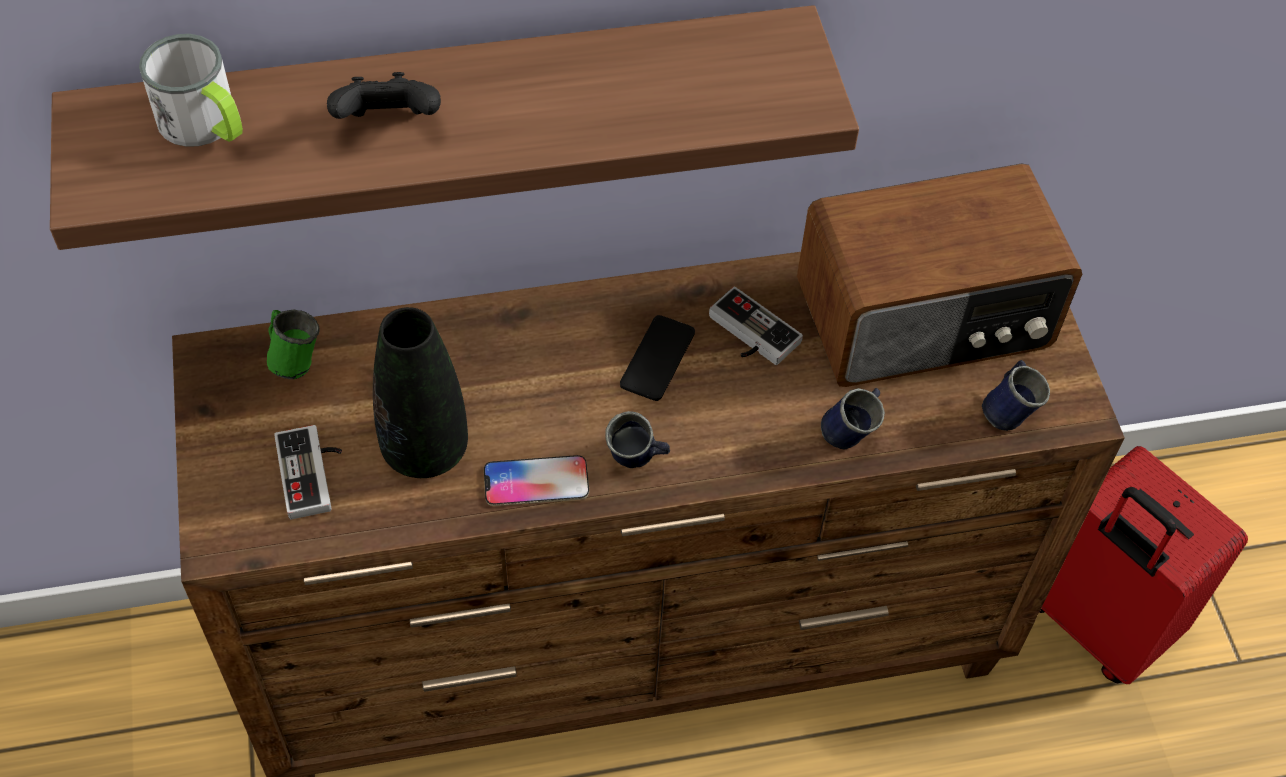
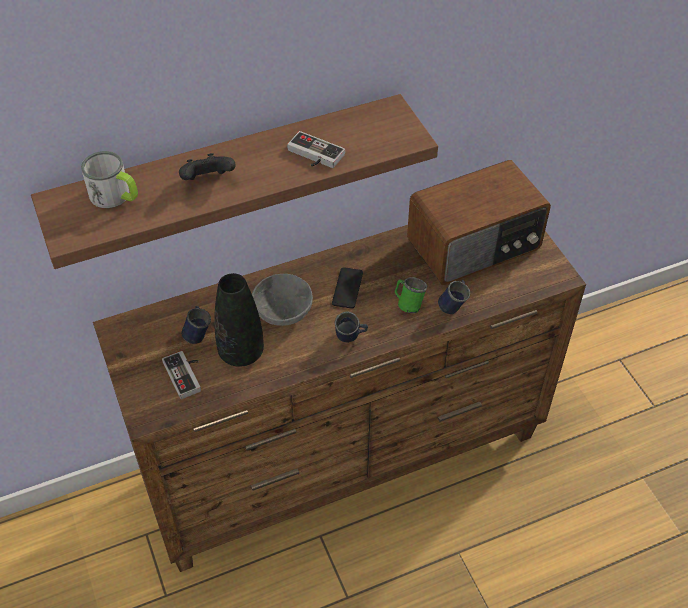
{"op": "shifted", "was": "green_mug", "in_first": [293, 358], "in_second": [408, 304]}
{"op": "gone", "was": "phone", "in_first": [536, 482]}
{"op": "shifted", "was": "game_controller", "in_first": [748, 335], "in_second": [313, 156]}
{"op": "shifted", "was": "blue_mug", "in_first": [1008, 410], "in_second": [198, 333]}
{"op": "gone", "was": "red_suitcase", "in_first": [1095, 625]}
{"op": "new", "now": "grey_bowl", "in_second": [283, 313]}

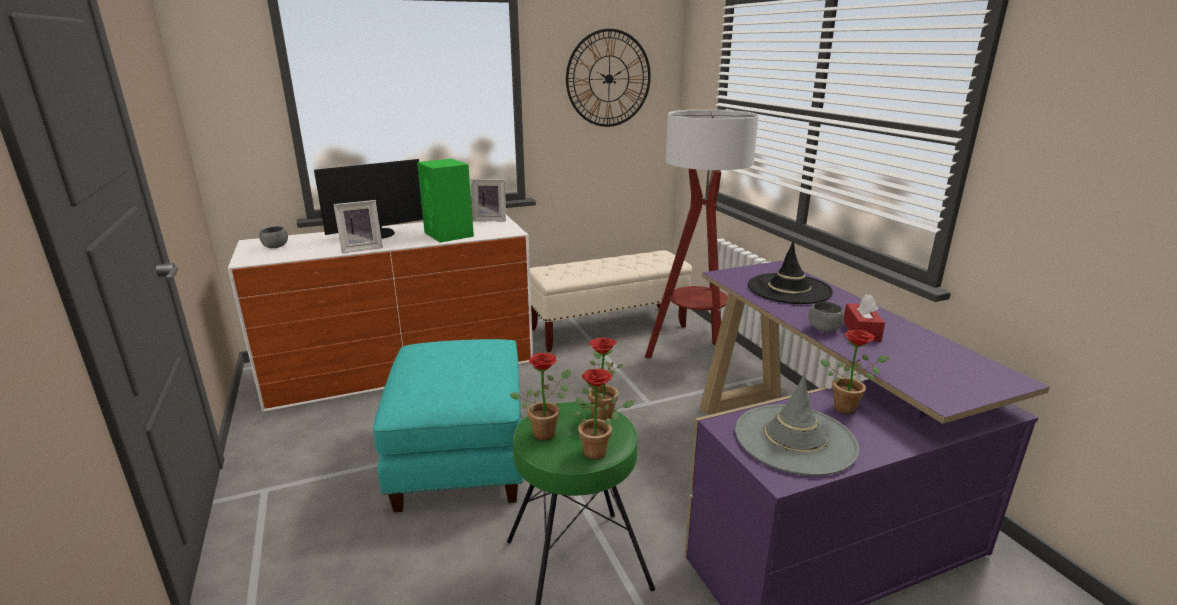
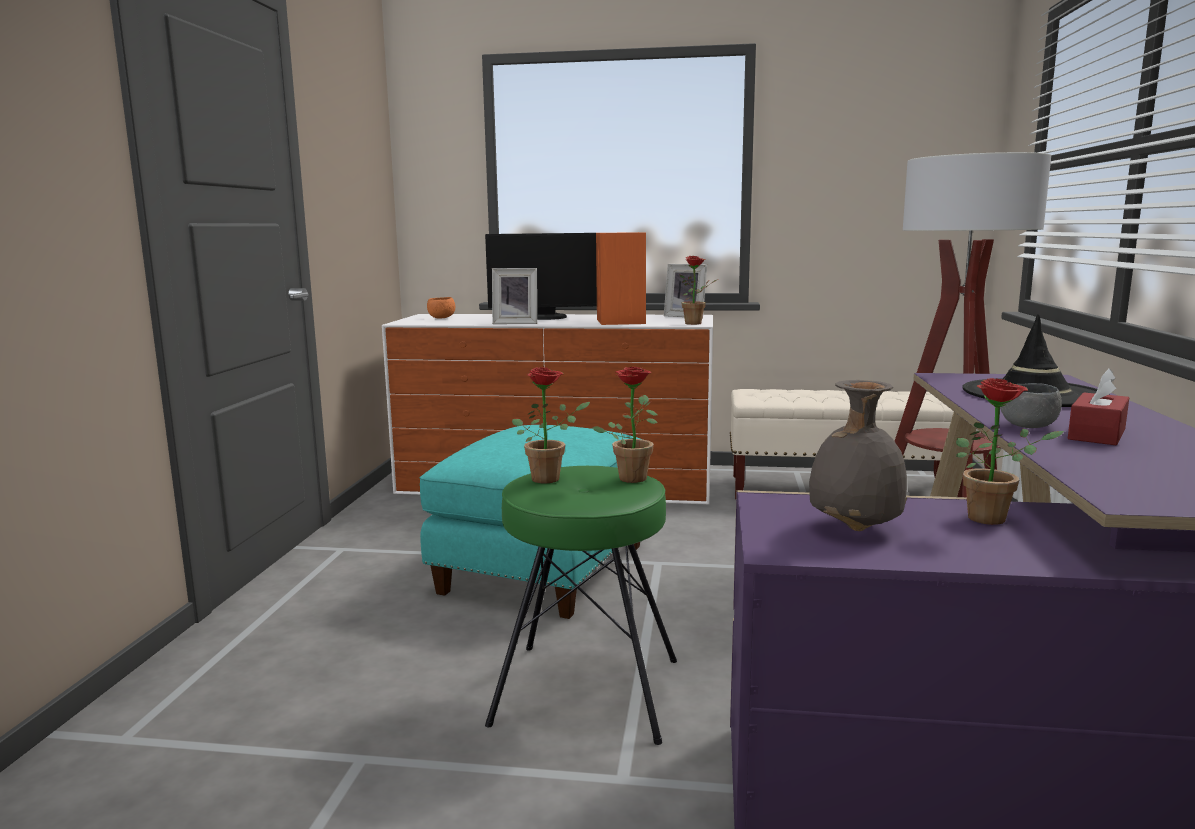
{"op": "repainted", "was": "grey_bowl", "now": "orange_bowl", "in_first": [275, 247], "in_second": [441, 318]}
{"op": "repainted", "was": "green_speaker", "now": "orange_speaker", "in_first": [449, 235], "in_second": [620, 321]}
{"op": "gone", "was": "wall_clock", "in_first": [609, 79]}
{"op": "shifted", "was": "potted_plant", "in_first": [600, 452], "in_second": [697, 323]}
{"op": "swapped", "was": "grey_hat", "now": "grey_vase", "in_first": [795, 439], "in_second": [853, 527]}

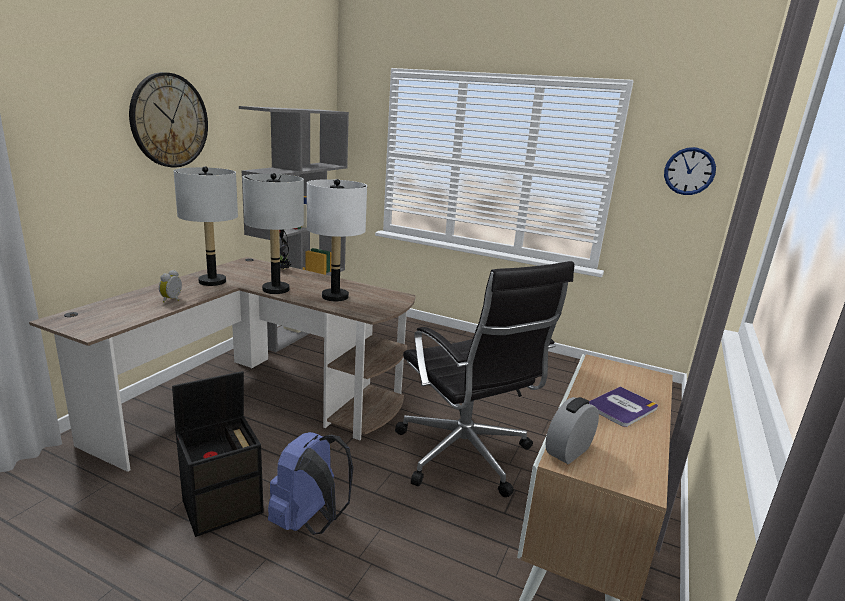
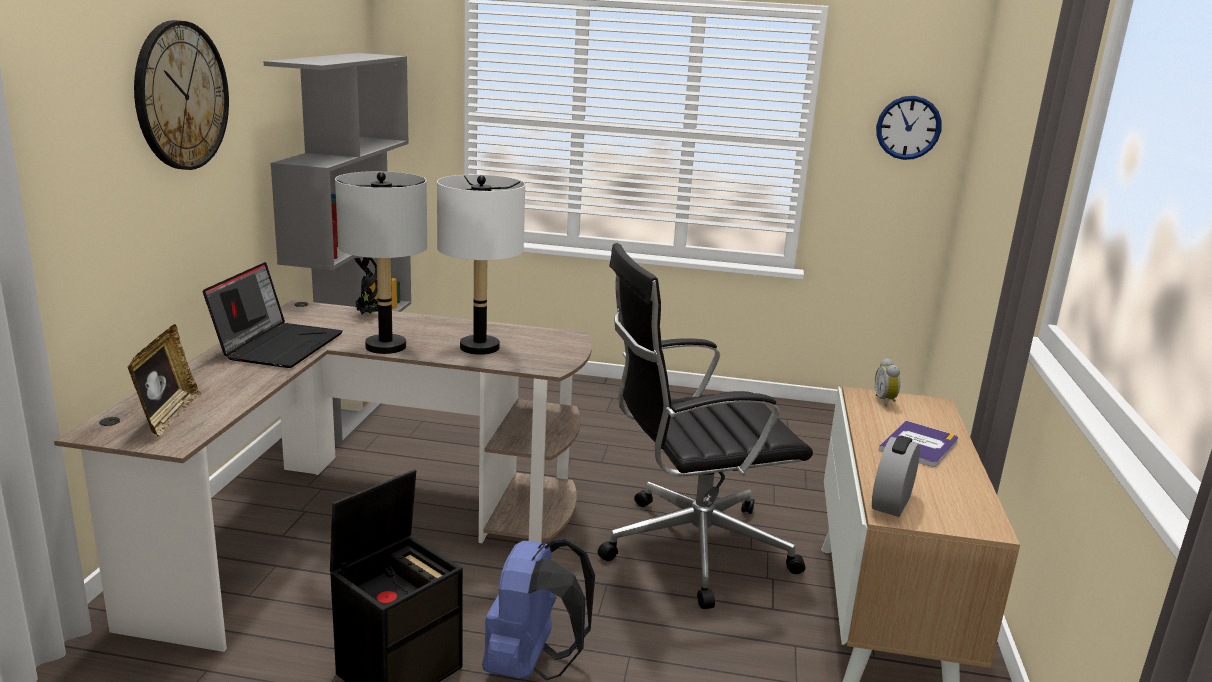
{"op": "shifted", "was": "alarm_clock", "in_first": [173, 300], "in_second": [886, 401]}
{"op": "swapped", "was": "grey_table_lamp", "now": "laptop", "in_first": [212, 281], "in_second": [278, 345]}
{"op": "rotated", "was": "black_office_chair", "in_first": [465, 456], "in_second": [690, 548], "clockwise": 120}
{"op": "new", "now": "picture_frame", "in_second": [168, 416]}

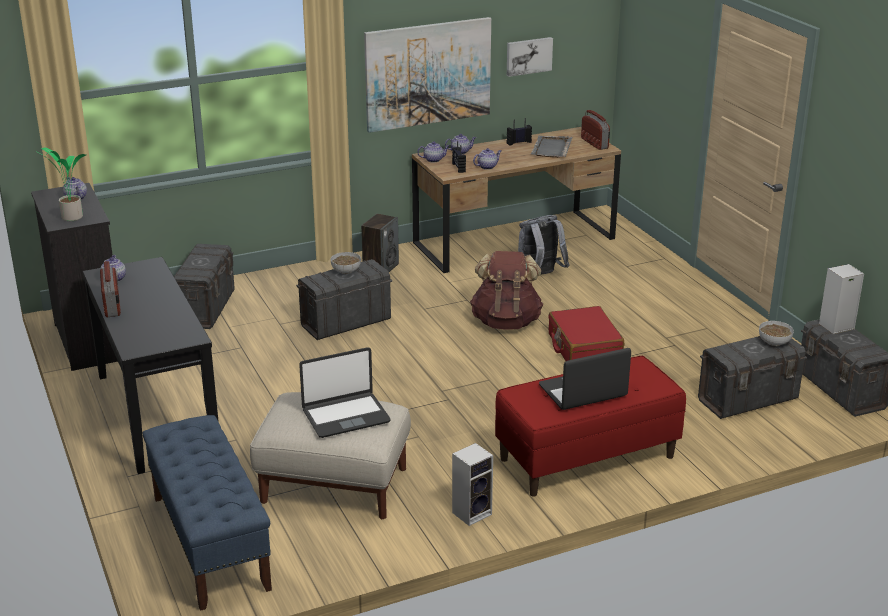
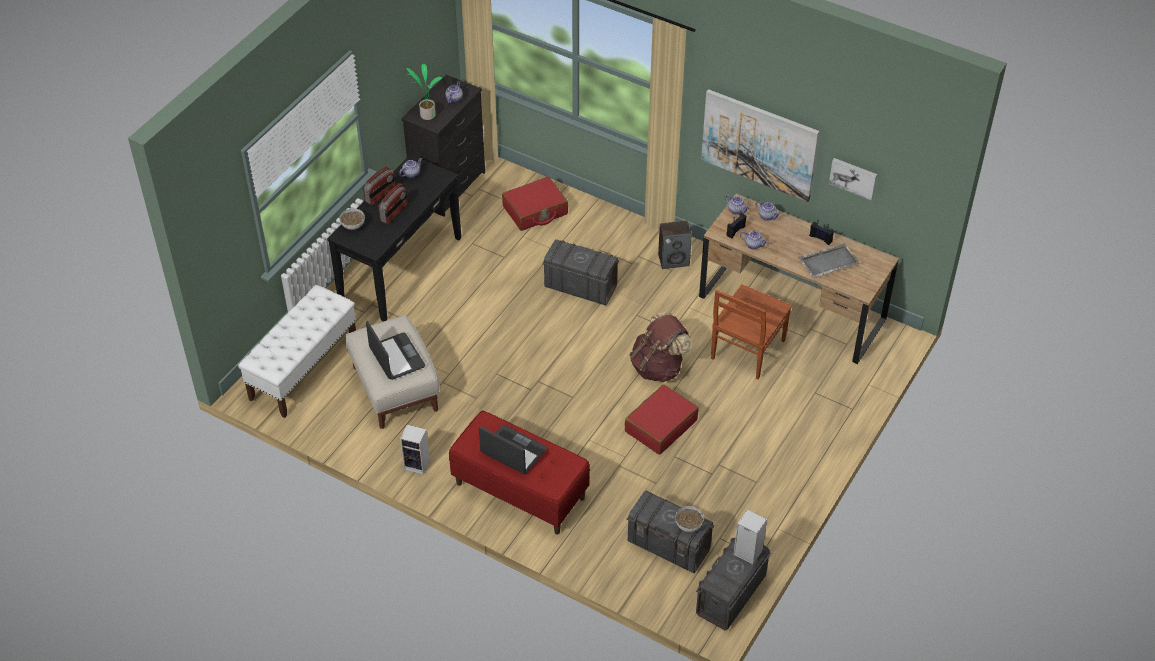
{"op": "repainted", "was": "blue_bench", "now": "white_bench", "in_first": [210, 542], "in_second": [304, 368]}
{"op": "swapped", "was": "grey_storage_box", "now": "red_suitcase", "in_first": [206, 308], "in_second": [535, 211]}
{"op": "rotated", "was": "laptop", "in_first": [345, 416], "in_second": [396, 357], "clockwise": -150}
{"op": "shifted", "was": "bowl", "in_first": [346, 271], "in_second": [353, 225]}
{"op": "swapped", "was": "grey_backpack", "now": "brown_chair", "in_first": [539, 276], "in_second": [747, 350]}
{"op": "shifted", "was": "radio", "in_first": [594, 143], "in_second": [394, 213]}

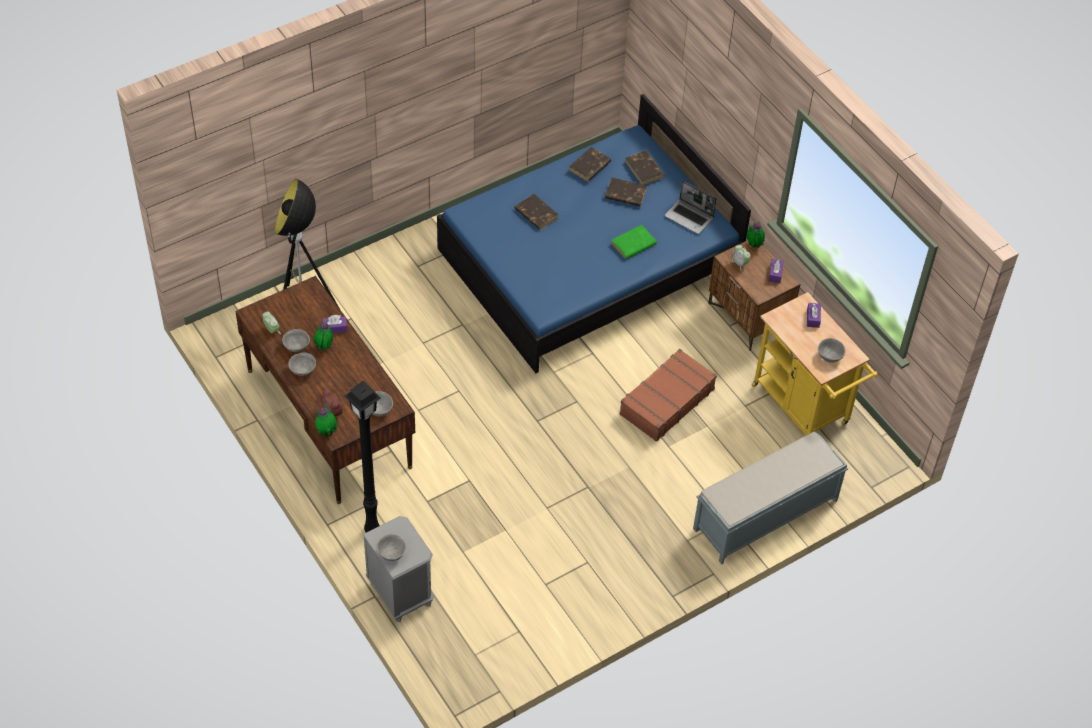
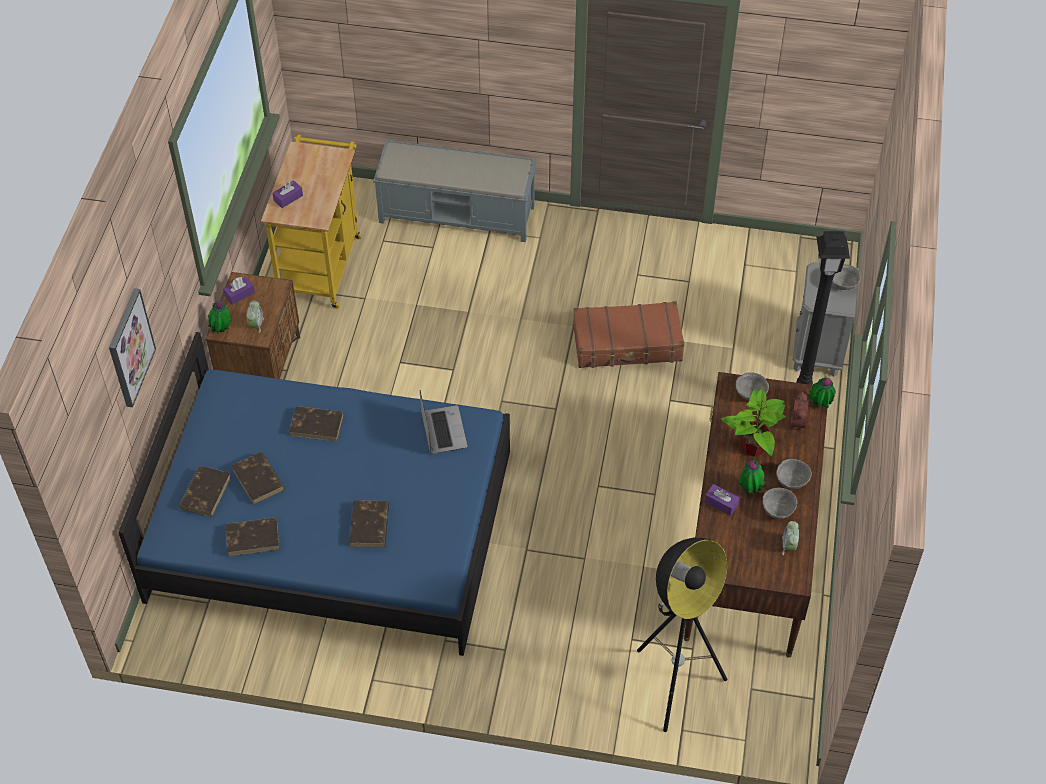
{"op": "repainted", "was": "green_book", "now": "brown_book", "in_first": [633, 244], "in_second": [317, 425]}
{"op": "shifted", "was": "brown_suitcase", "in_first": [666, 401], "in_second": [627, 344]}
{"op": "shifted", "was": "laptop", "in_first": [690, 217], "in_second": [442, 430]}
{"op": "gone", "was": "grey_bowl", "in_first": [829, 356]}
{"op": "new", "now": "picture", "in_second": [130, 347]}
{"op": "new", "now": "potted_plant", "in_second": [752, 448]}

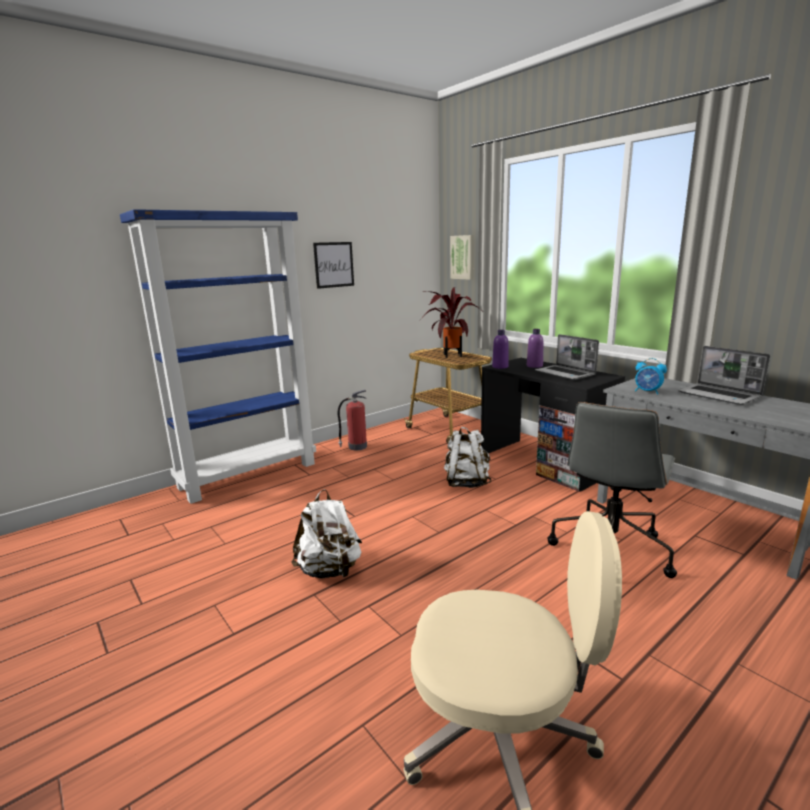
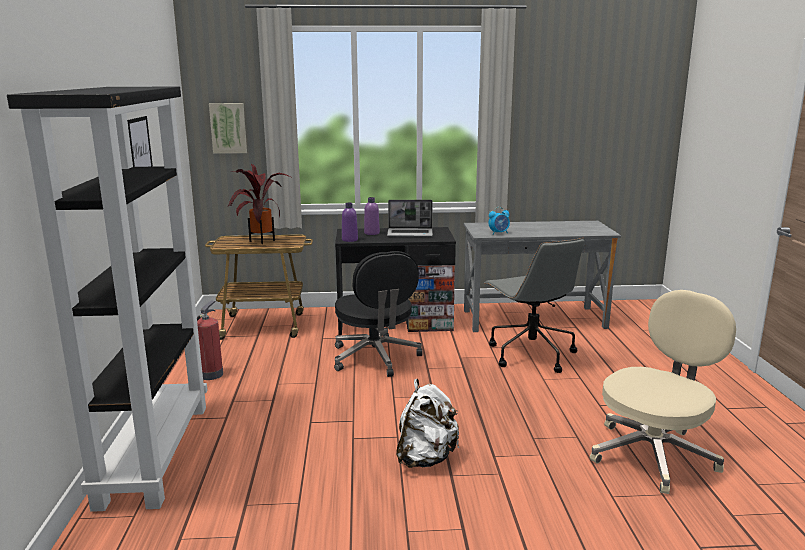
{"op": "repainted", "was": "blue_bookcase", "now": "black_bookcase", "in_first": [249, 475], "in_second": [154, 452]}
{"op": "swapped", "was": "white_backpack", "now": "black_office_chair", "in_first": [466, 482], "in_second": [375, 358]}
{"op": "gone", "was": "laptop", "in_first": [720, 395]}

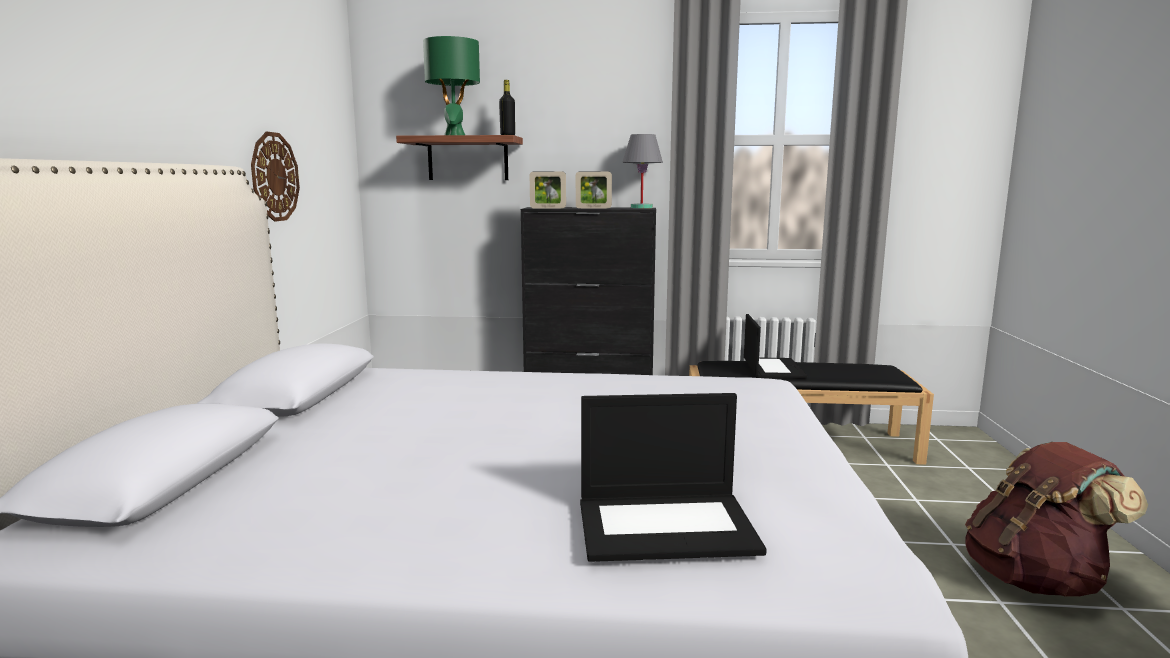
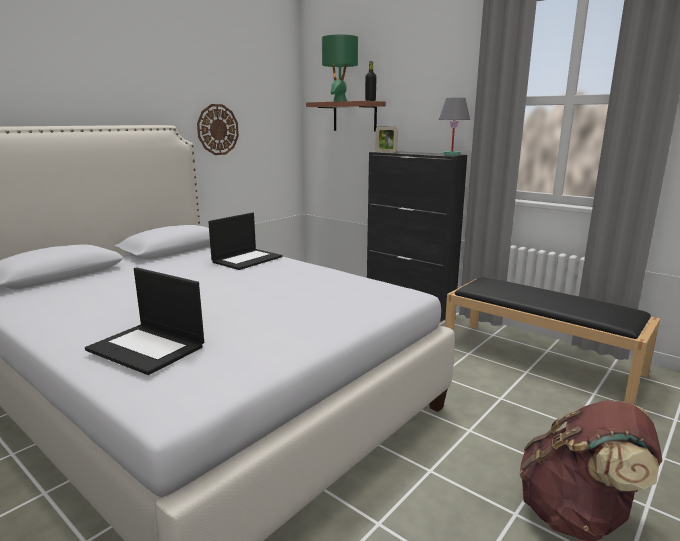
{"op": "gone", "was": "picture_frame", "in_first": [593, 208]}
{"op": "shifted", "was": "laptop", "in_first": [772, 368], "in_second": [247, 259]}

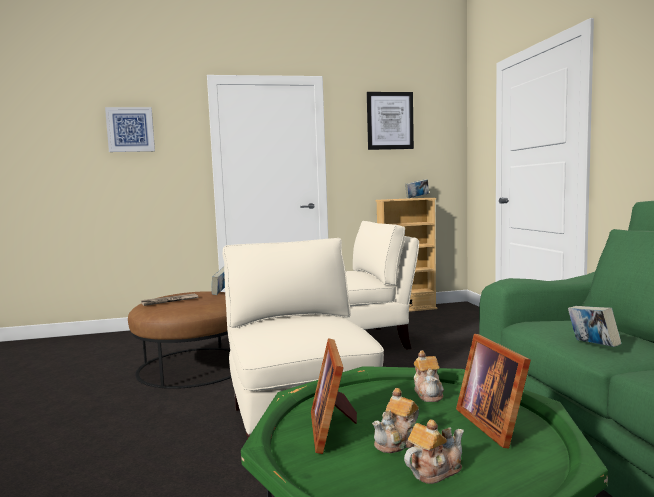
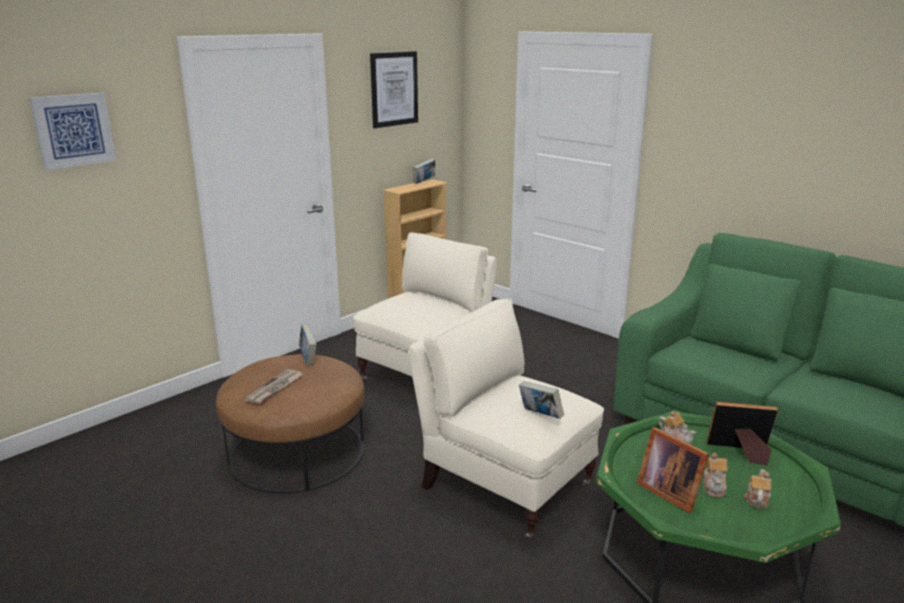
{"op": "rotated", "was": "picture_frame", "in_first": [494, 423], "in_second": [740, 453], "clockwise": 150}
{"op": "shifted", "was": "book", "in_first": [592, 346], "in_second": [540, 416]}

